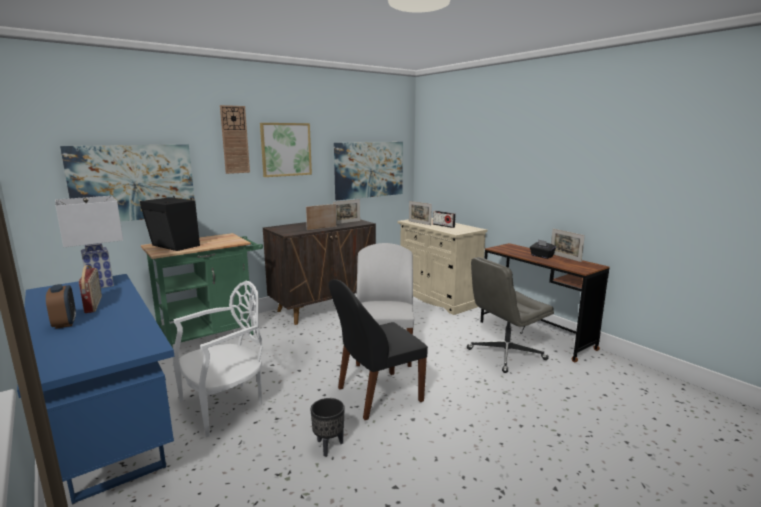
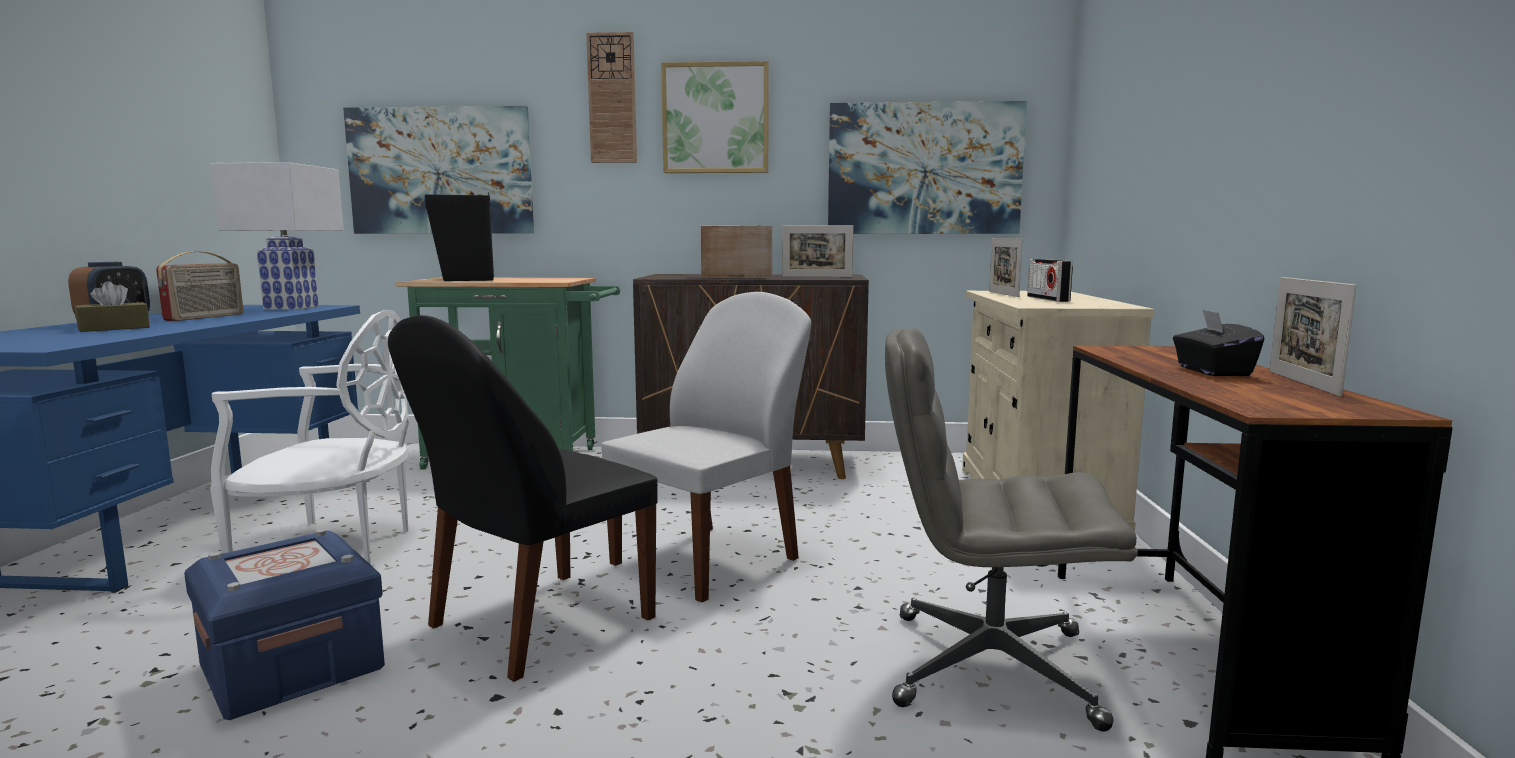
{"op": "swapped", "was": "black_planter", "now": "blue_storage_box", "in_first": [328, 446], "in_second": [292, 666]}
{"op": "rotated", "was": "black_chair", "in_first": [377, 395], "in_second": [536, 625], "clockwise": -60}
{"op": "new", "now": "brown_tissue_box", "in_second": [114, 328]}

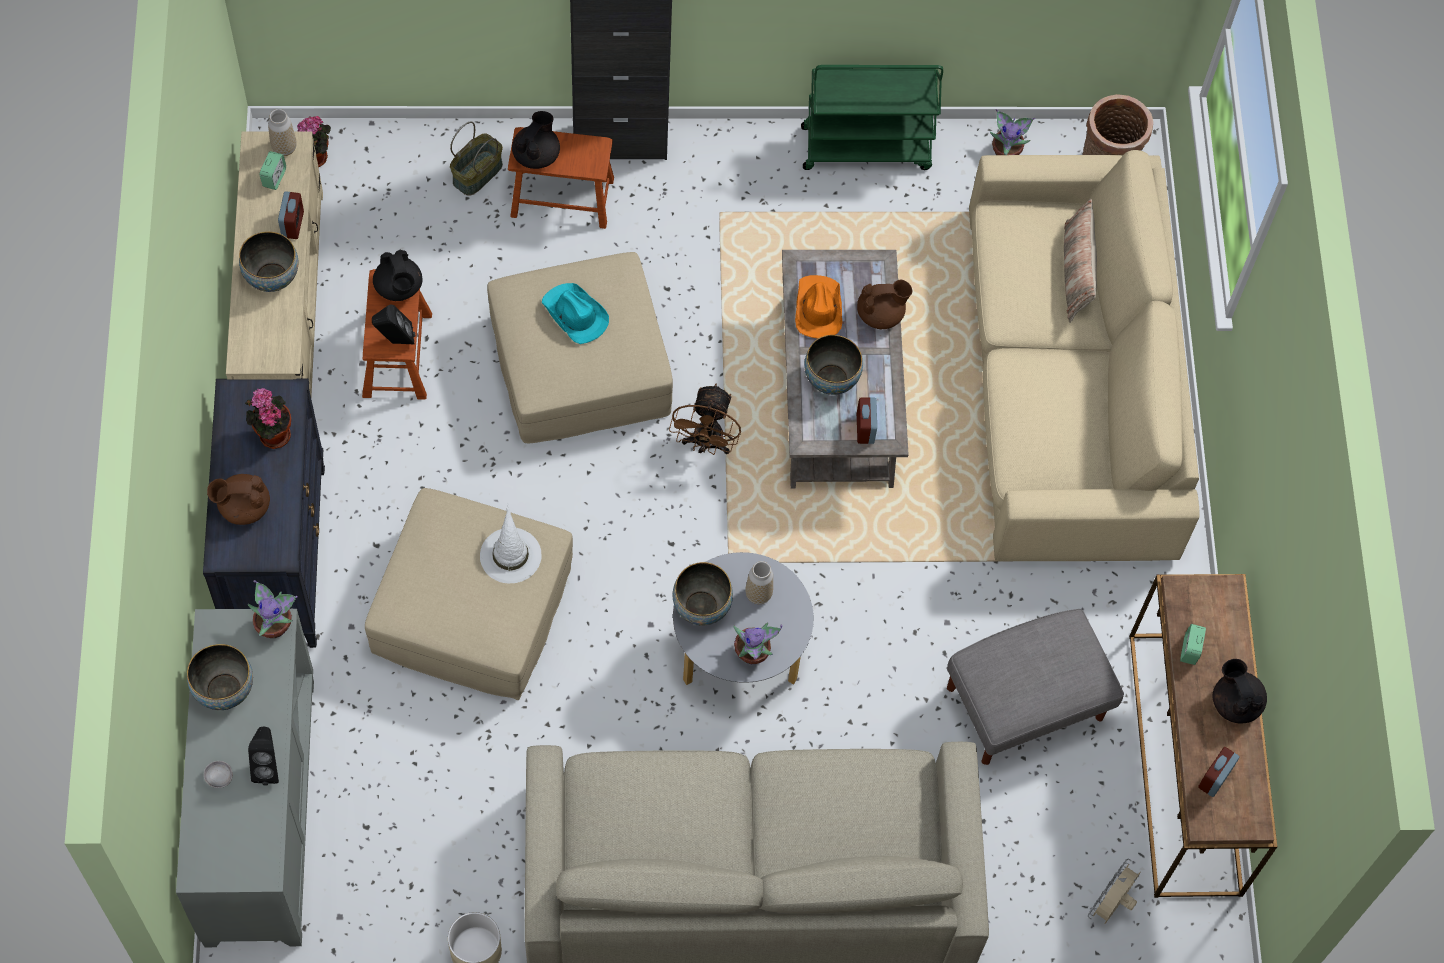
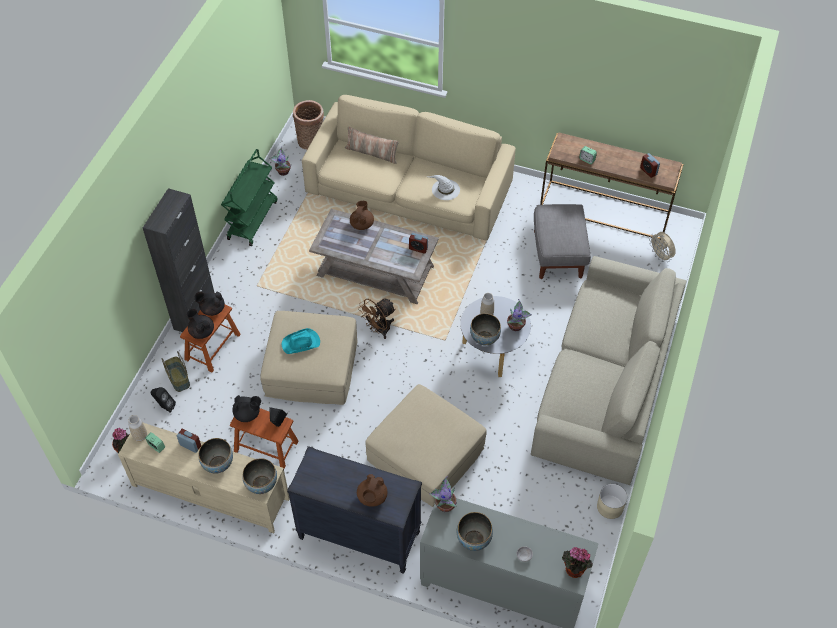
{"op": "shifted", "was": "potted_plant", "in_first": [272, 434], "in_second": [573, 570]}
{"op": "shifted", "was": "black_speaker", "in_first": [268, 766], "in_second": [165, 407]}
{"op": "shifted", "was": "white_hat", "in_first": [510, 554], "in_second": [445, 189]}
{"op": "rotated", "was": "brown_fan", "in_first": [706, 444], "in_second": [379, 330], "clockwise": 105}
{"op": "gone", "was": "orange_hat", "in_first": [818, 308]}
{"op": "shifted", "was": "bowl", "in_first": [831, 379], "in_second": [261, 484]}
{"op": "shifted", "was": "black_teapot", "in_first": [1235, 702], "in_second": [212, 309]}

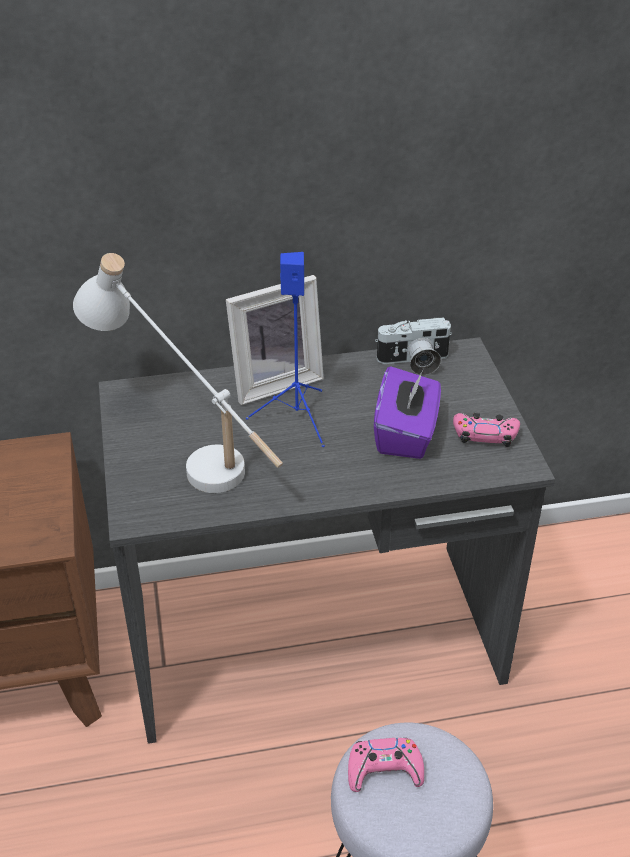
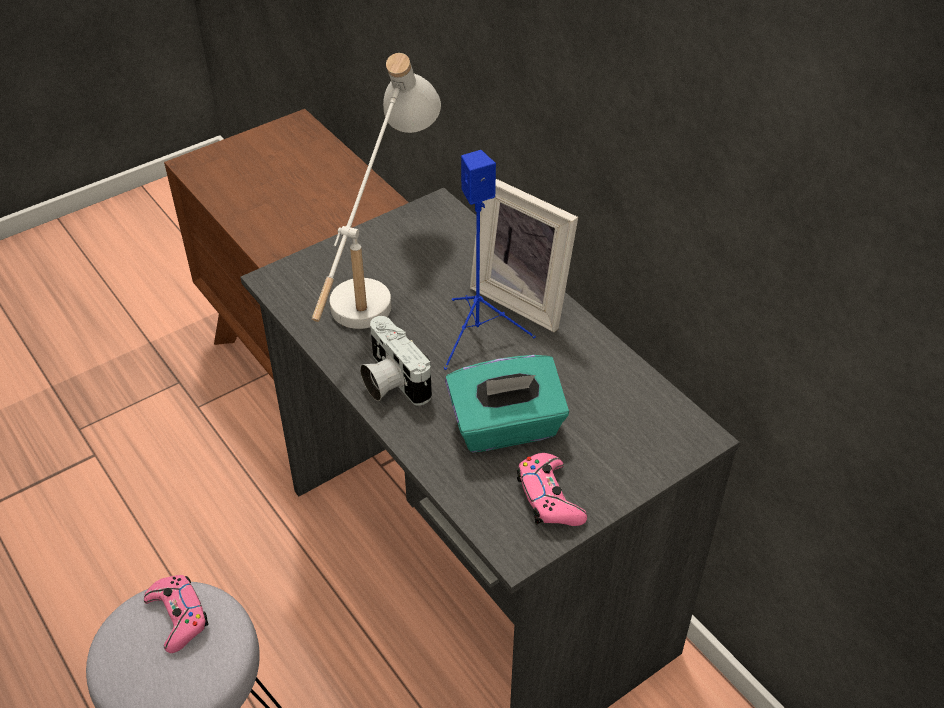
{"op": "repainted", "was": "purple_tissue_box", "now": "turquoise_tissue_box", "in_first": [406, 434], "in_second": [506, 428]}
{"op": "shifted", "was": "photo_camera", "in_first": [414, 363], "in_second": [390, 381]}

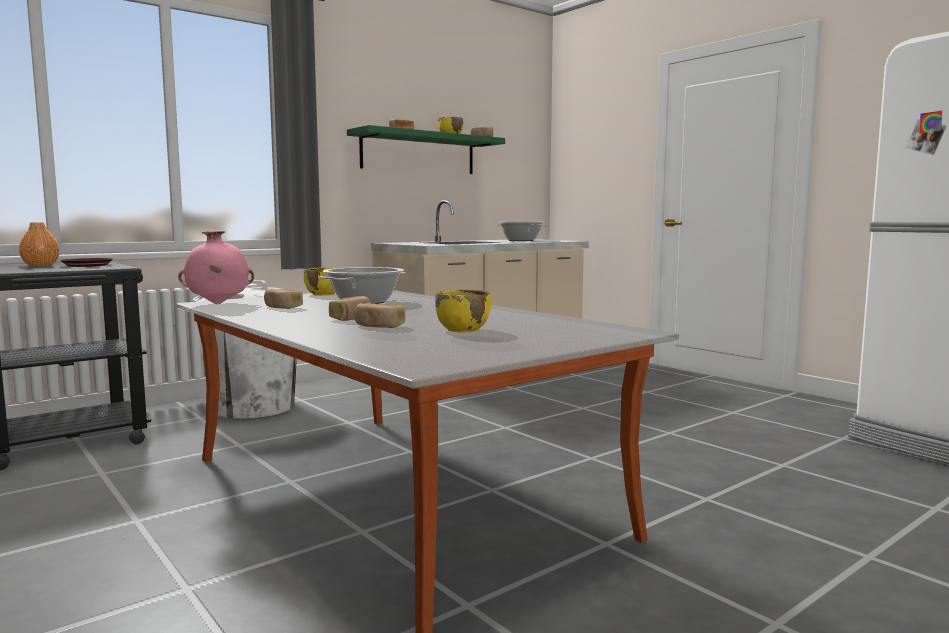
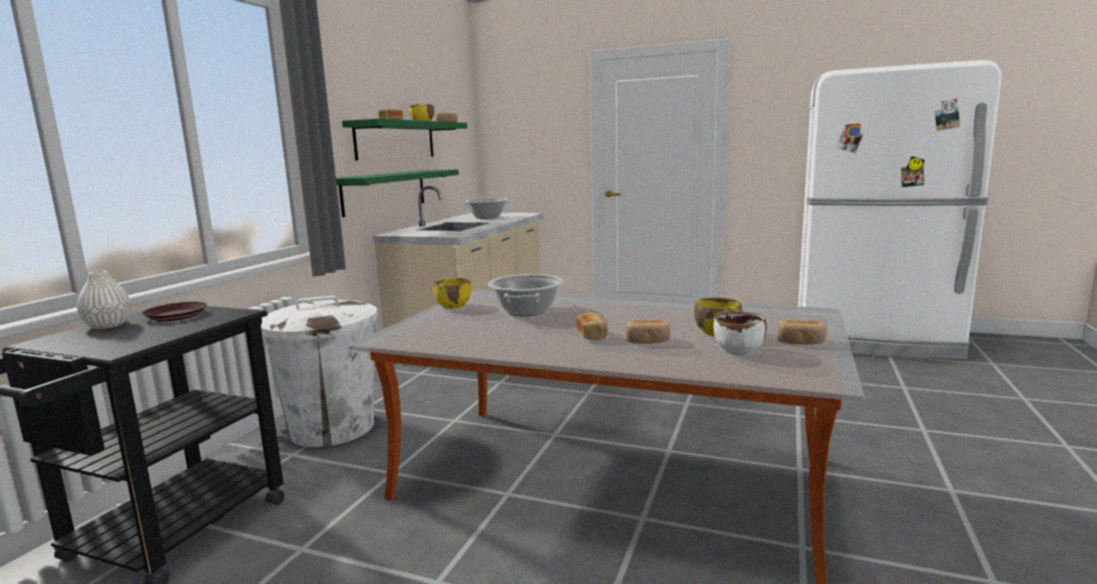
{"op": "repainted", "was": "orange_vase", "now": "white_vase", "in_first": [40, 265], "in_second": [108, 325]}
{"op": "gone", "was": "pink_vase", "in_first": [217, 304]}
{"op": "shifted", "was": "bread", "in_first": [282, 307], "in_second": [800, 342]}
{"op": "new", "now": "green_shelf", "in_second": [385, 191]}
{"op": "new", "now": "white_bowl", "in_second": [738, 350]}

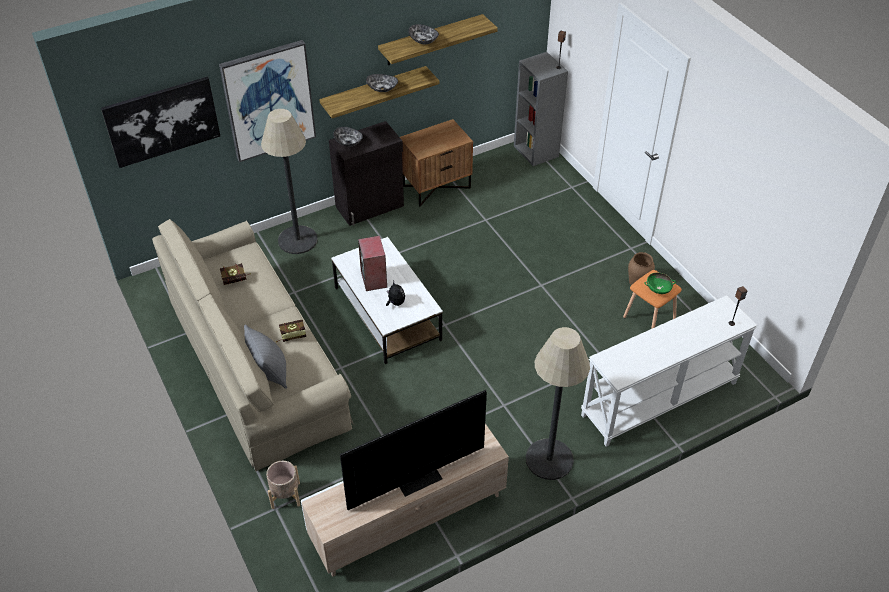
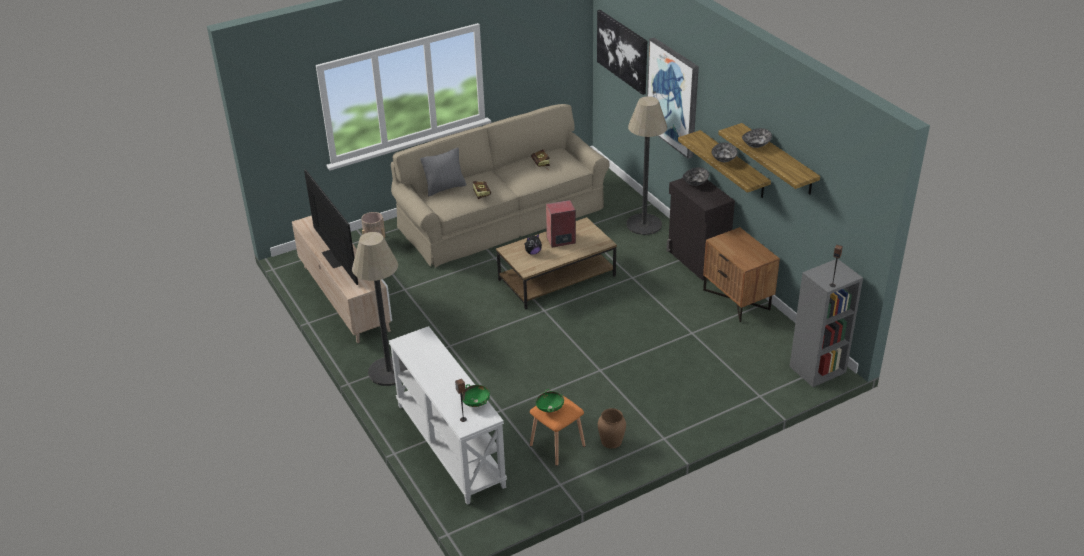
{"op": "repainted", "was": "white_coffee_table", "now": "brown_coffee_table", "in_first": [386, 312], "in_second": [557, 277]}
{"op": "new", "now": "green_bowl", "in_second": [476, 402]}

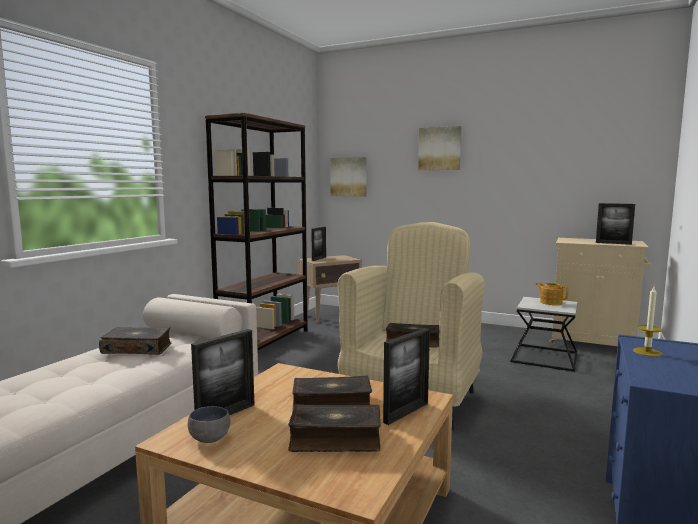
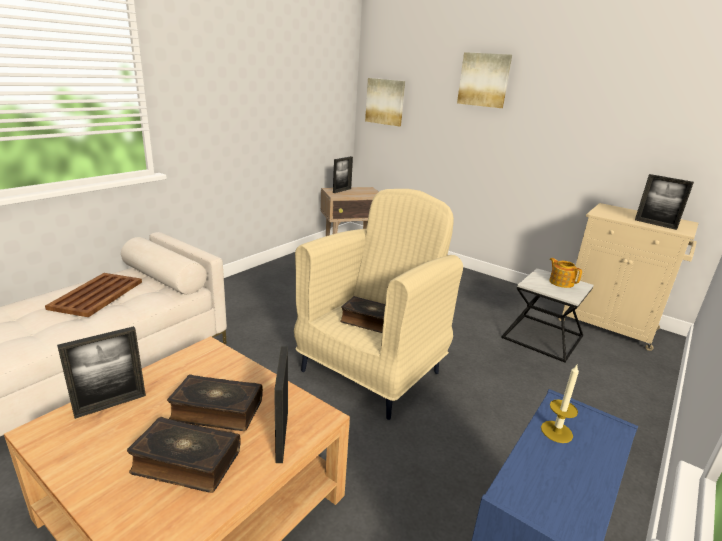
{"op": "swapped", "was": "book", "now": "brown_tray", "in_first": [137, 348], "in_second": [98, 294]}
{"op": "gone", "was": "grey_bowl", "in_first": [211, 438]}
{"op": "gone", "was": "brown_bookcase", "in_first": [265, 341]}
{"op": "rotated", "was": "picture_frame", "in_first": [406, 413], "in_second": [282, 436], "clockwise": 120}

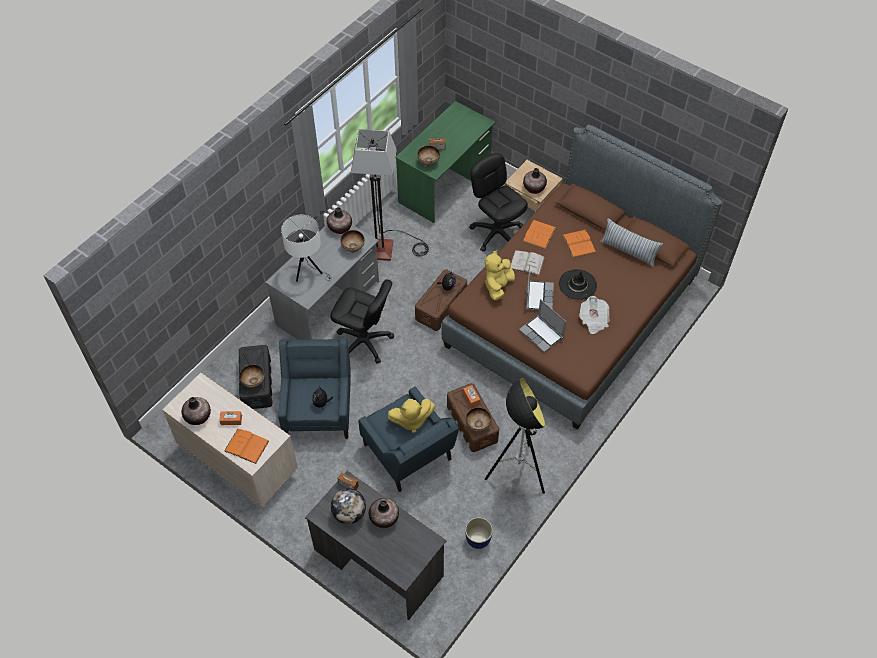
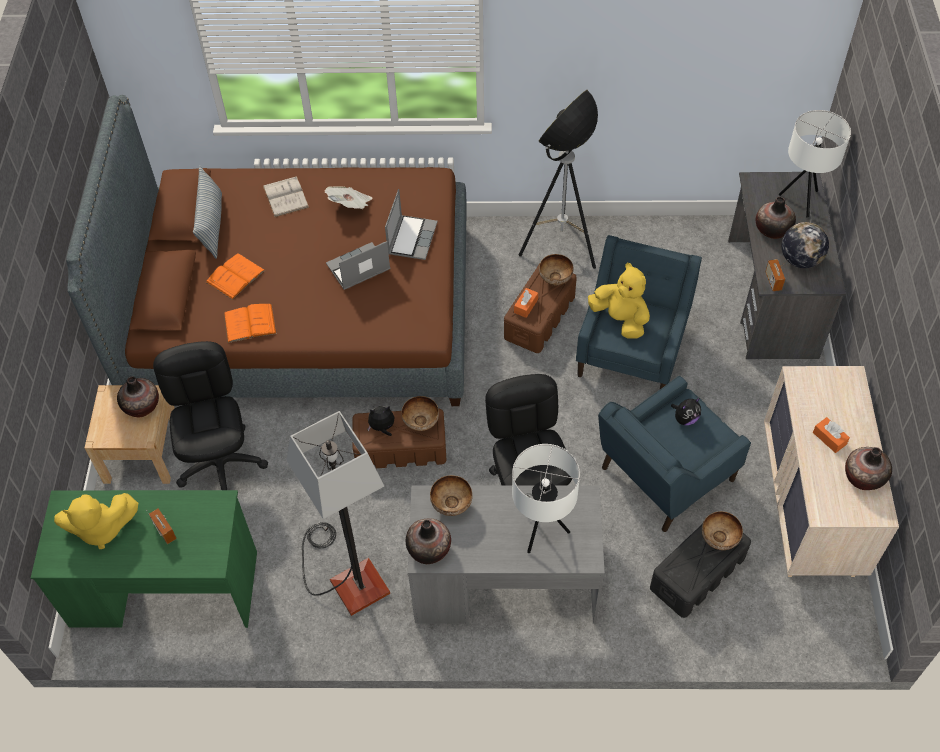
{"op": "gone", "was": "orange_book", "in_first": [246, 446]}
{"op": "shifted", "was": "bowl", "in_first": [428, 163], "in_second": [421, 423]}
{"op": "gone", "was": "planter", "in_first": [477, 539]}
{"op": "rotated", "was": "black_office_chair", "in_first": [496, 233], "in_second": [221, 463], "clockwise": 150}
{"op": "shifted", "was": "yellow_plush_toy", "in_first": [498, 286], "in_second": [101, 529]}
{"op": "shifted", "was": "white_book", "in_first": [526, 263], "in_second": [285, 196]}
{"op": "gone", "was": "black_hat", "in_first": [577, 284]}
{"op": "new", "now": "white_table_lamp", "in_second": [801, 203]}

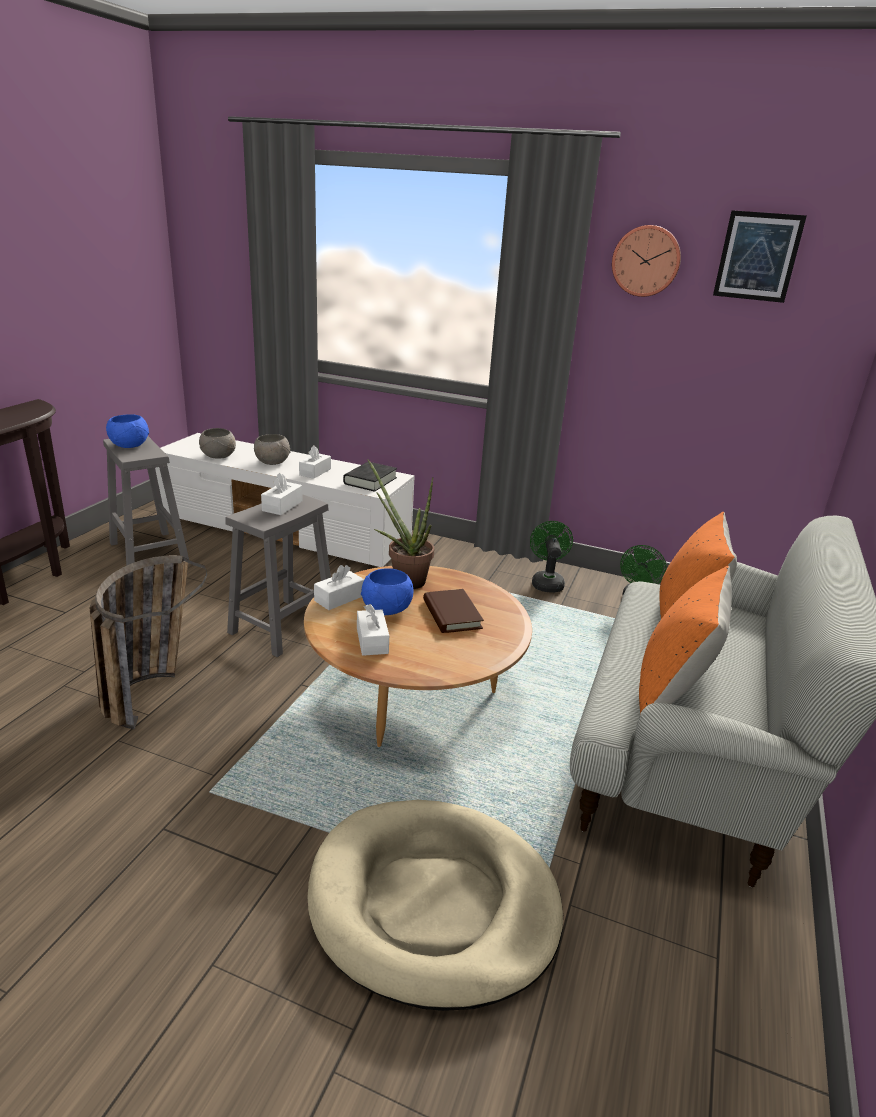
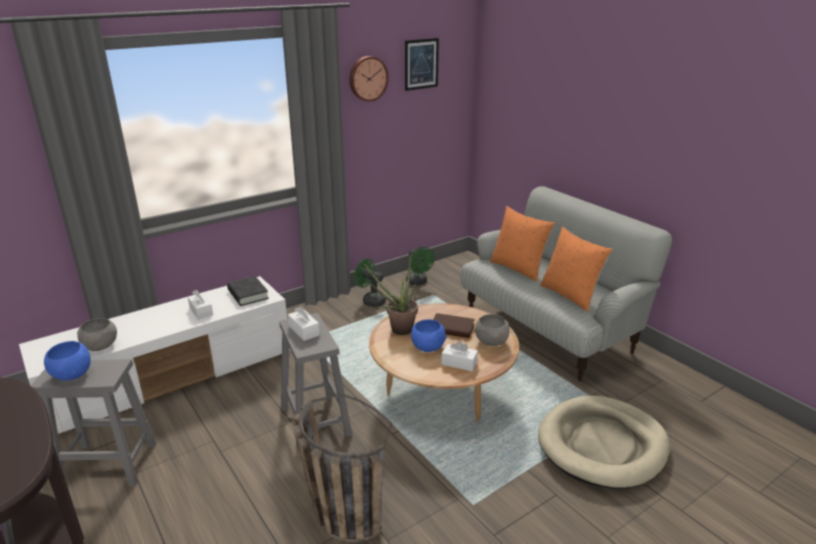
{"op": "shifted", "was": "grey_bowl", "in_first": [273, 462], "in_second": [491, 341]}
{"op": "gone", "was": "white_tissue_box", "in_first": [339, 598]}

